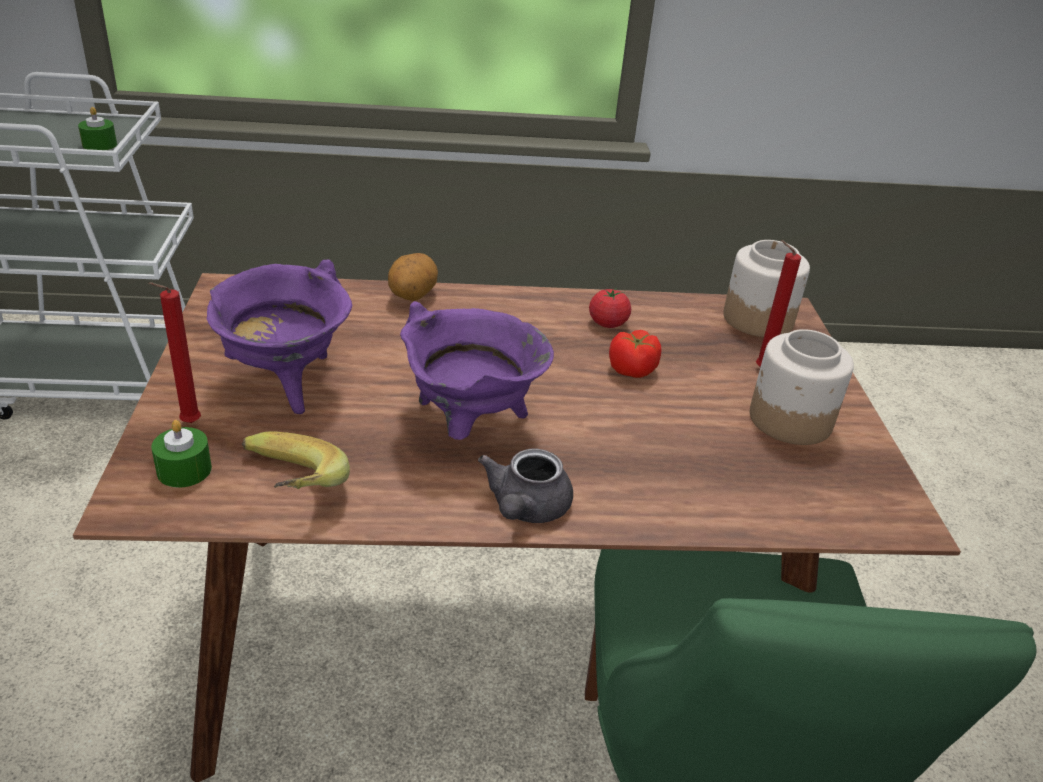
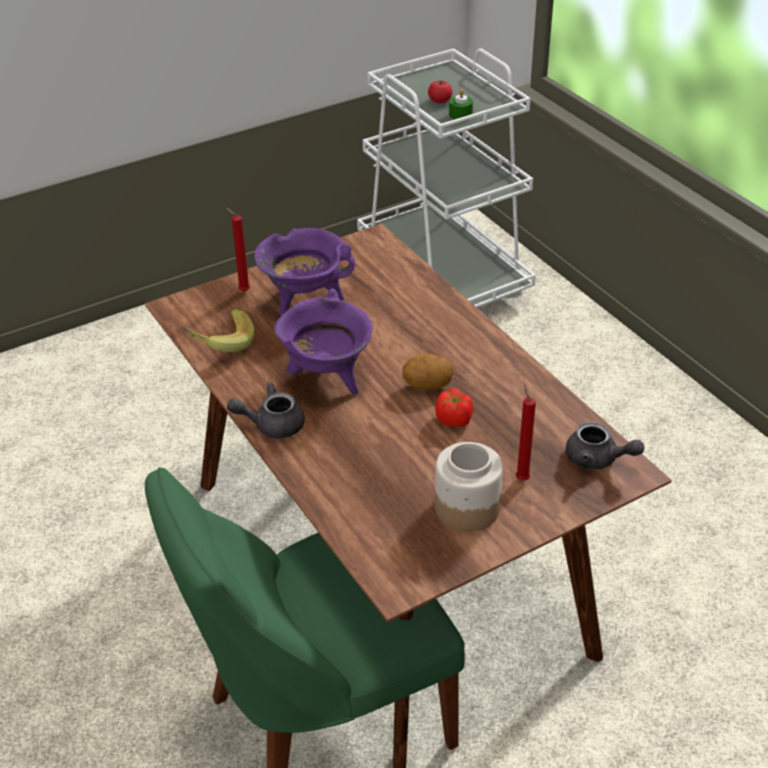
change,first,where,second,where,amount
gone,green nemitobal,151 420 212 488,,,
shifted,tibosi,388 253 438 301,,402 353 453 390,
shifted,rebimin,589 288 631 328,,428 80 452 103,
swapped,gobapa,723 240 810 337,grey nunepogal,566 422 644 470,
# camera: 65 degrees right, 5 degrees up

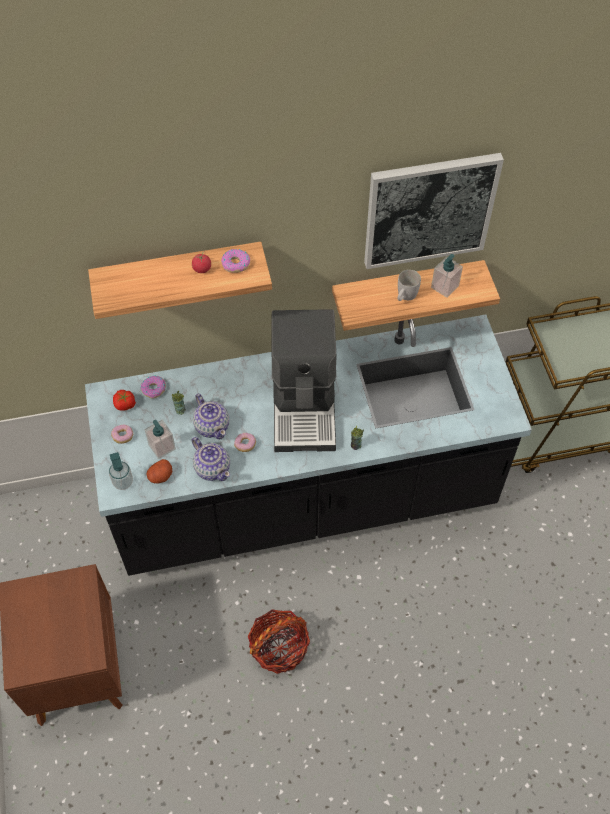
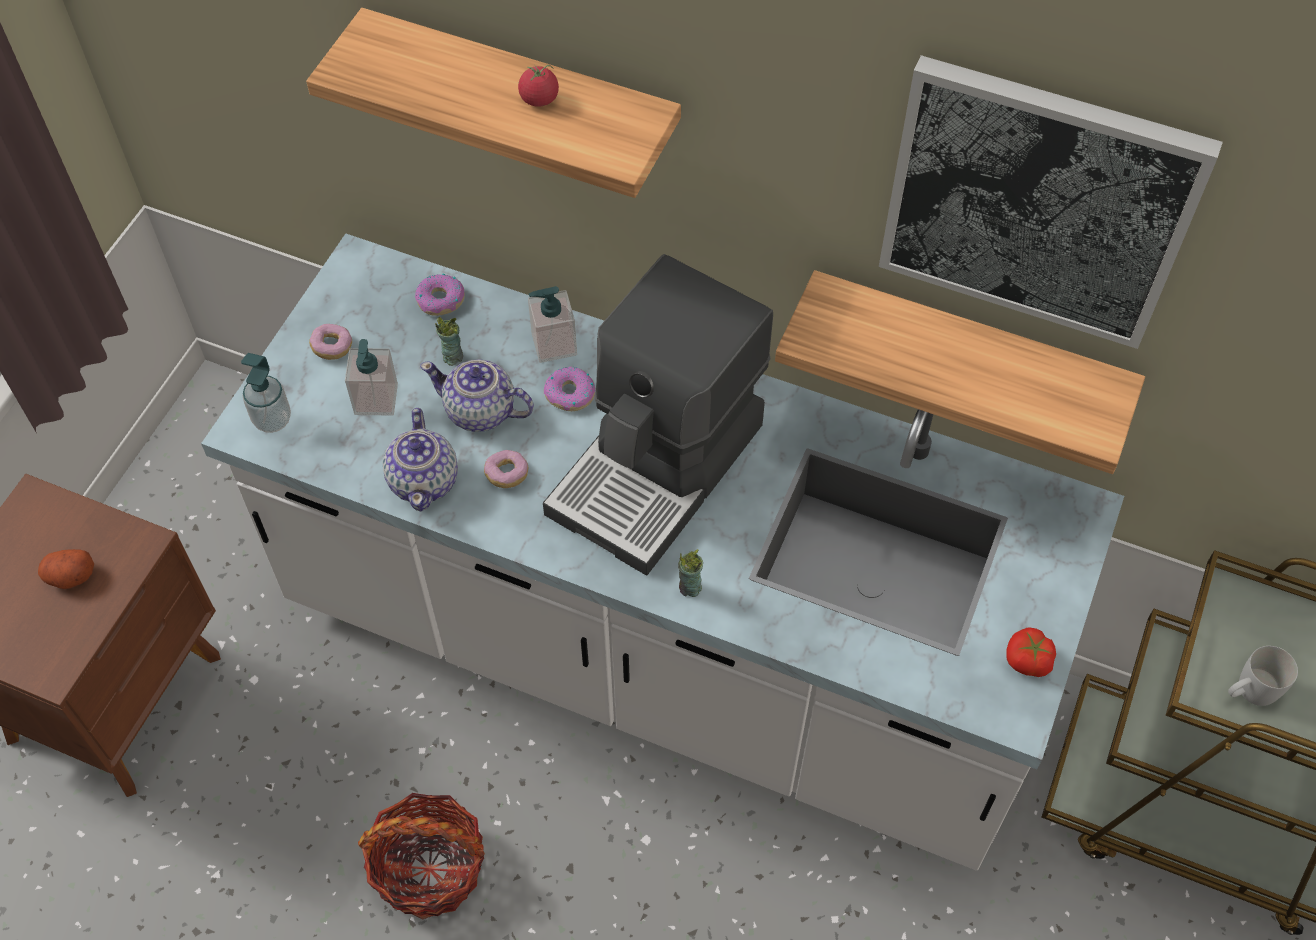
change,first,where,second,where,amount
shifted,rebimin,113 390 136 411,,1006 627 1056 677,
shifted,tibosi,146 459 172 483,,38 549 94 589,
shifted,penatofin,221 249 250 273,,544 367 595 411,
shifted,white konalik,398 270 421 301,,1228 646 1298 706,
shifted,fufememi,431 254 463 298,,528 286 577 363,
repainted,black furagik,85 315 532 576,white furagik,201 234 1124 871,
rotated,nunepogal,193 394 229 439,,420 359 534 432,105 degrees clockwise
# camera: 35 degrees right, 0 degrees up

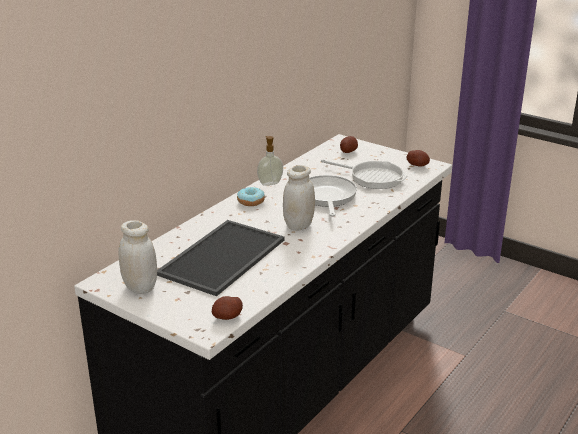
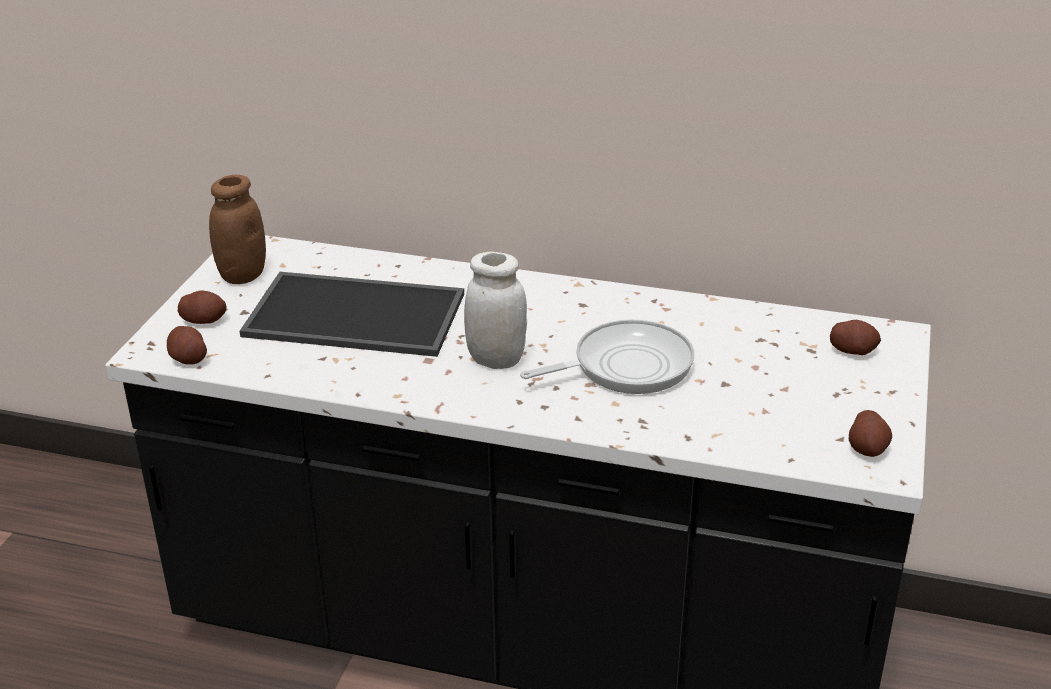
change,first,where,second,where,amount
gone,penatofin,237 187 265 206,,,
gone,fufememi,257 136 283 186,,,
gone,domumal,321 159 407 189,,,
new,,,tibosi,178 291 227 324,
repainted,white gobapa,118 220 157 294,brown gobapa,209 175 266 284,
# camera: 70 degrees right, 5 degrees up

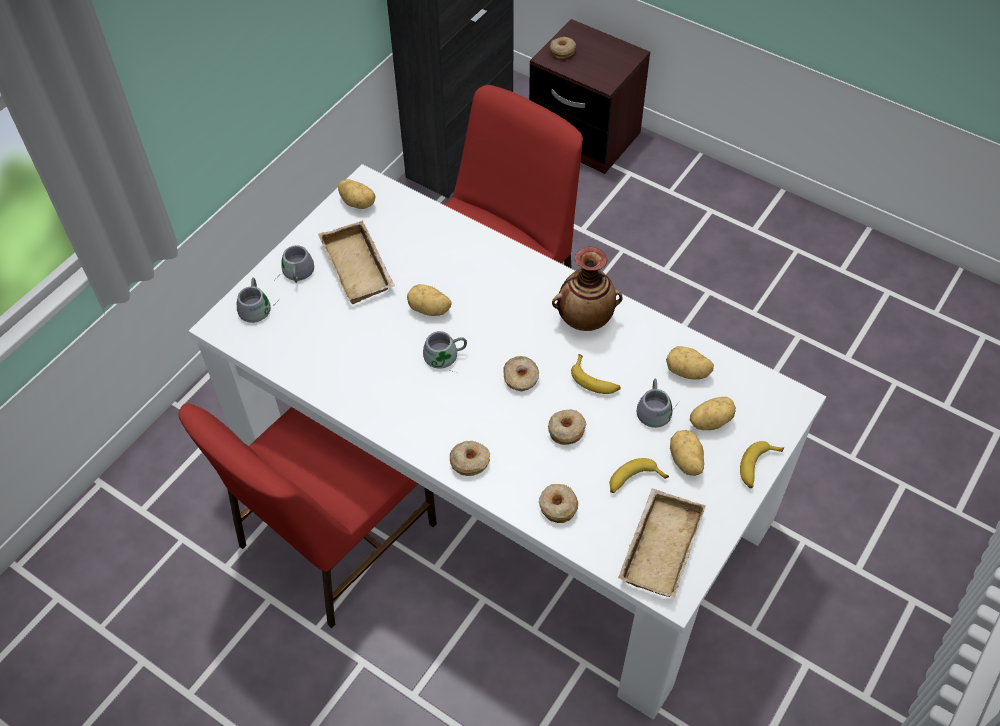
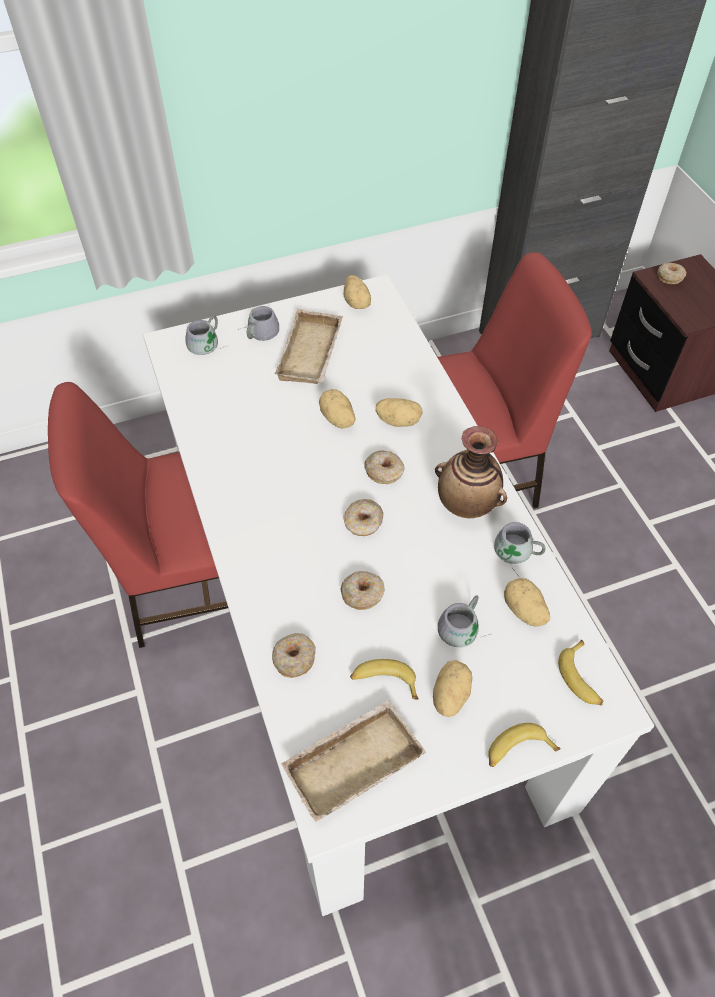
change,first,where,second,where,amount
shifted,grey konalik,423 331 467 373,,494 522 546 576,
shifted,penatofin,450 441 490 476,,364 450 405 484,
shifted,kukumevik,571 354 621 394,,558 639 603 705,
shifted,tibosi,690 397 736 430,,376 398 423 427,
# camera: 35 degrees right, 0 degrees up

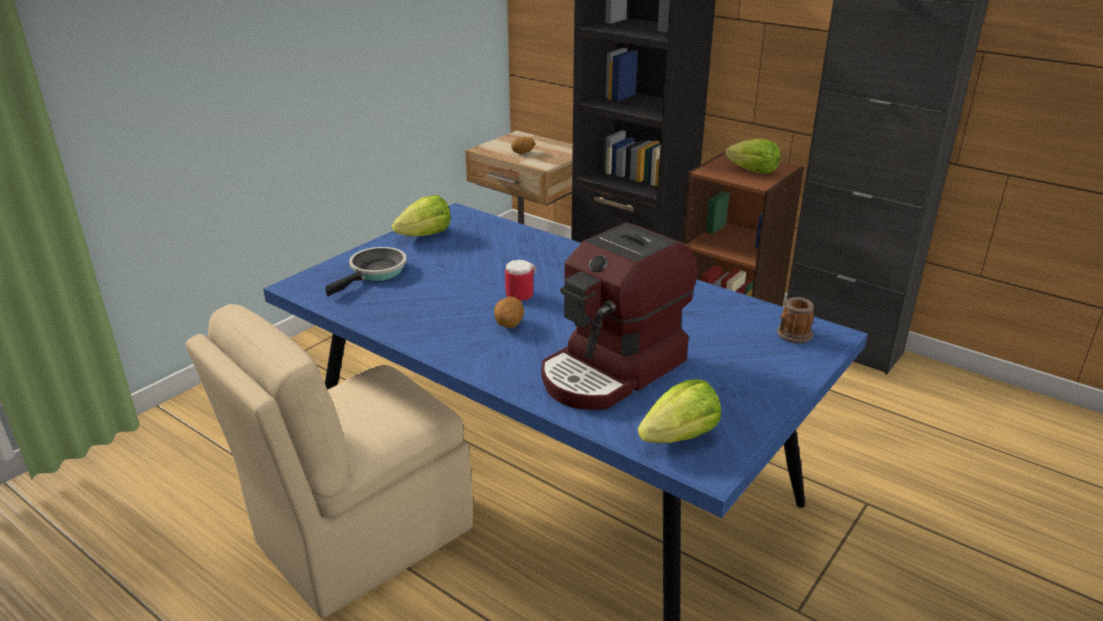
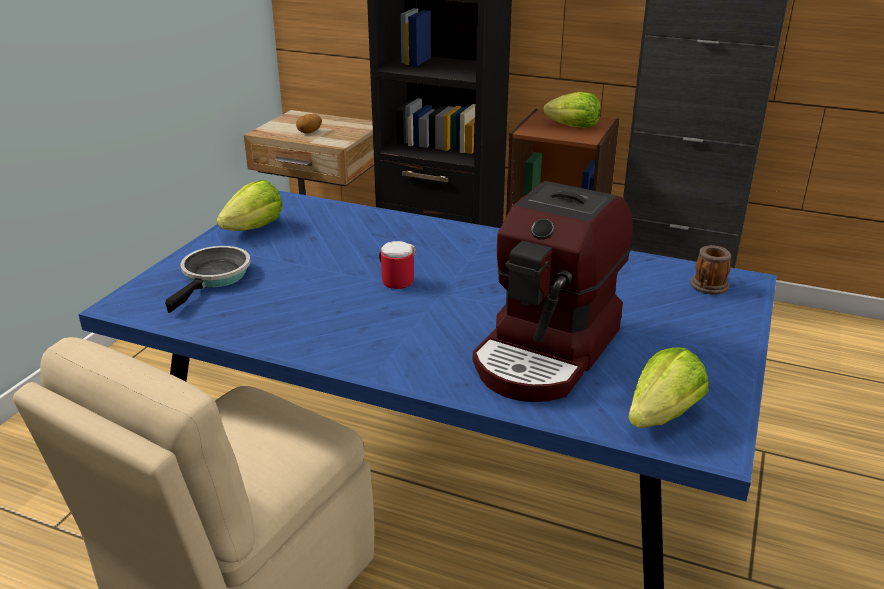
change,first,where,second,where,amount
gone,tibosi,494 297 524 328,,,
# camera: 15 degrees left, 0 degrees up

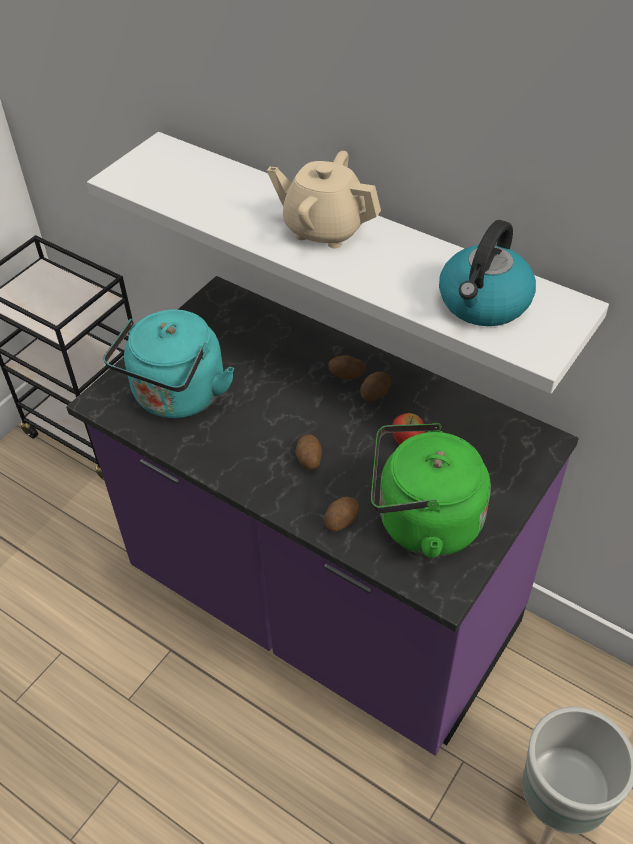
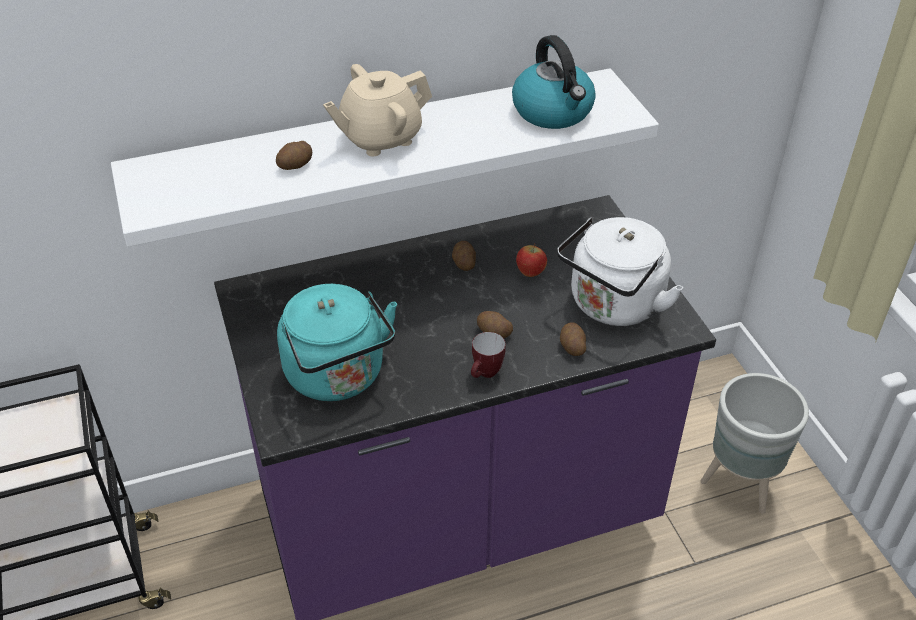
change,first,where,second,where,amount
new,,,konalik,471 332 506 378,
shifted,tibosi,328 355 365 379,,276 141 312 170,
repainted,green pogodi,371 423 491 558,white pogodi,557 217 683 326,
# camera: 55 degrees left, 5 degrees down

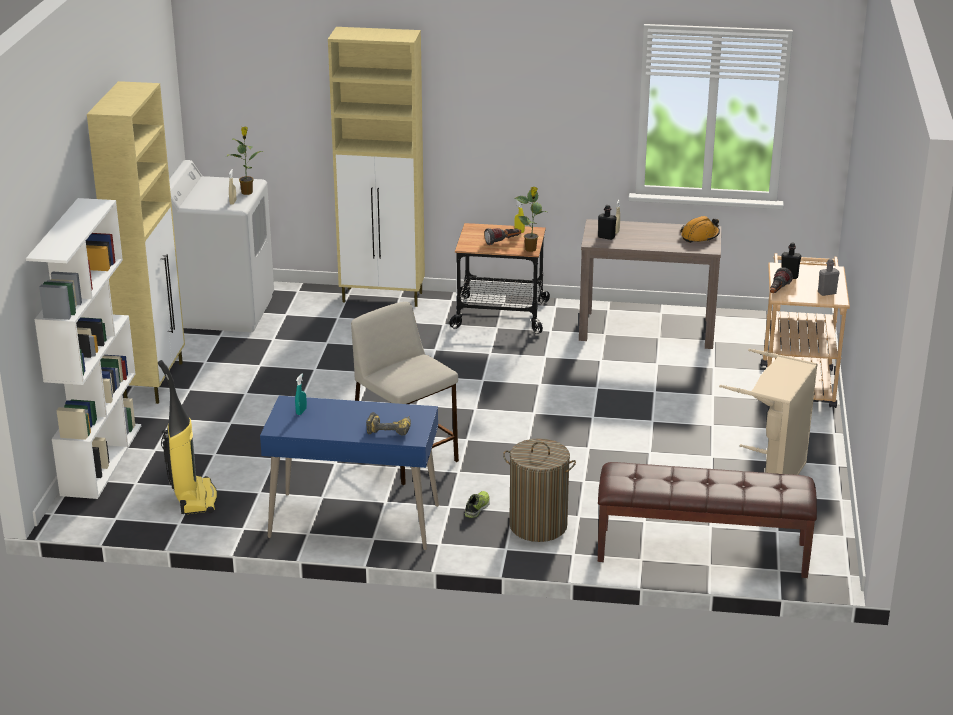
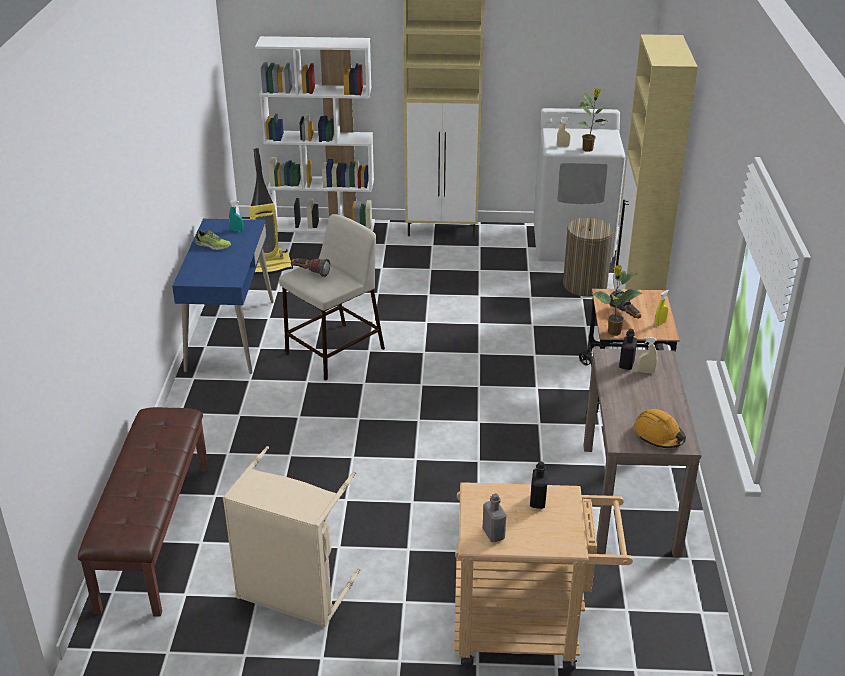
change,first,where,second,where,amount
gone,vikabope,366 412 411 435,,,
shifted,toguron,465 491 490 518,,195 230 231 250,
shifted,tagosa,503 438 576 542,,563 218 614 296,
shifted,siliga,770 267 793 293,,291 258 330 277,
# camera: 85 degrees right, 5 degrees up

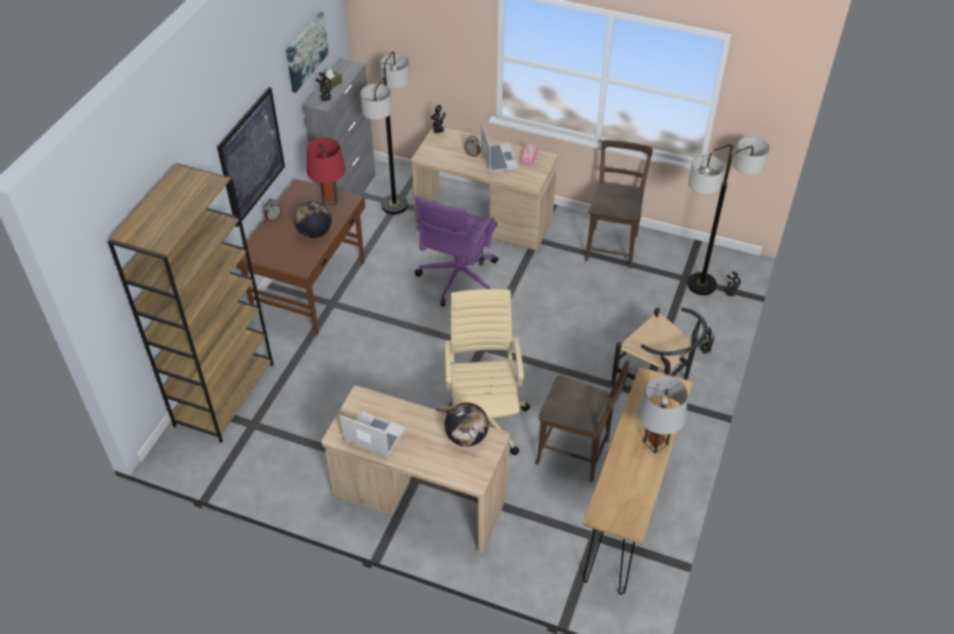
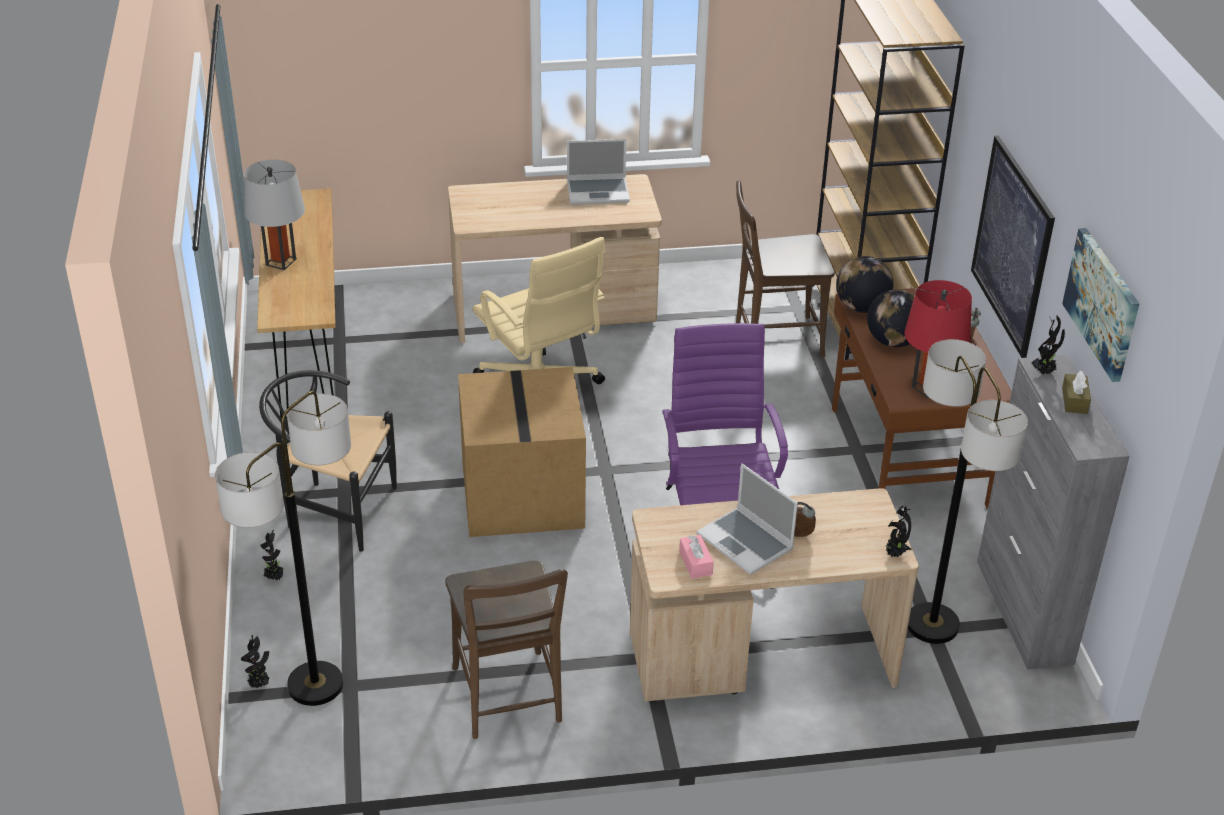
change,first,where,second,where,amount
new,,,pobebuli,458 367 586 537,
shifted,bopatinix,445 402 489 447,,836 256 893 313,
shifted,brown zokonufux,535 361 629 482,,736 180 835 357,
# camera: 150 degrees right, 10 degrees down

